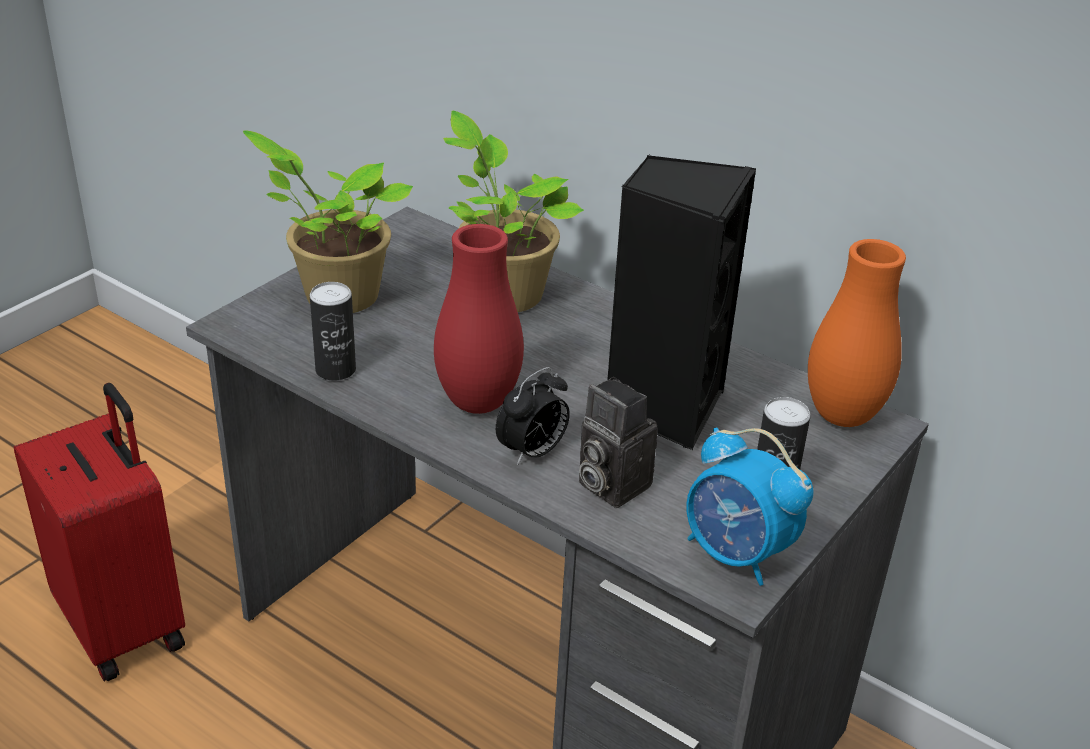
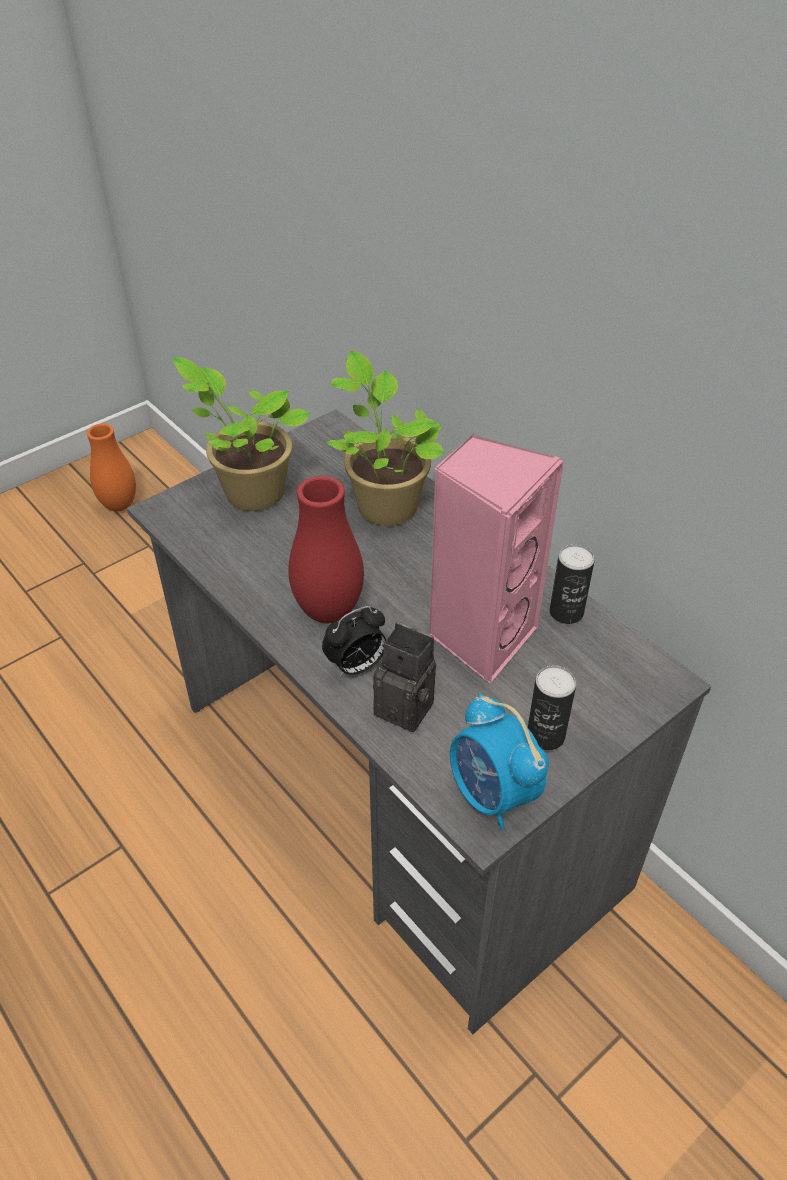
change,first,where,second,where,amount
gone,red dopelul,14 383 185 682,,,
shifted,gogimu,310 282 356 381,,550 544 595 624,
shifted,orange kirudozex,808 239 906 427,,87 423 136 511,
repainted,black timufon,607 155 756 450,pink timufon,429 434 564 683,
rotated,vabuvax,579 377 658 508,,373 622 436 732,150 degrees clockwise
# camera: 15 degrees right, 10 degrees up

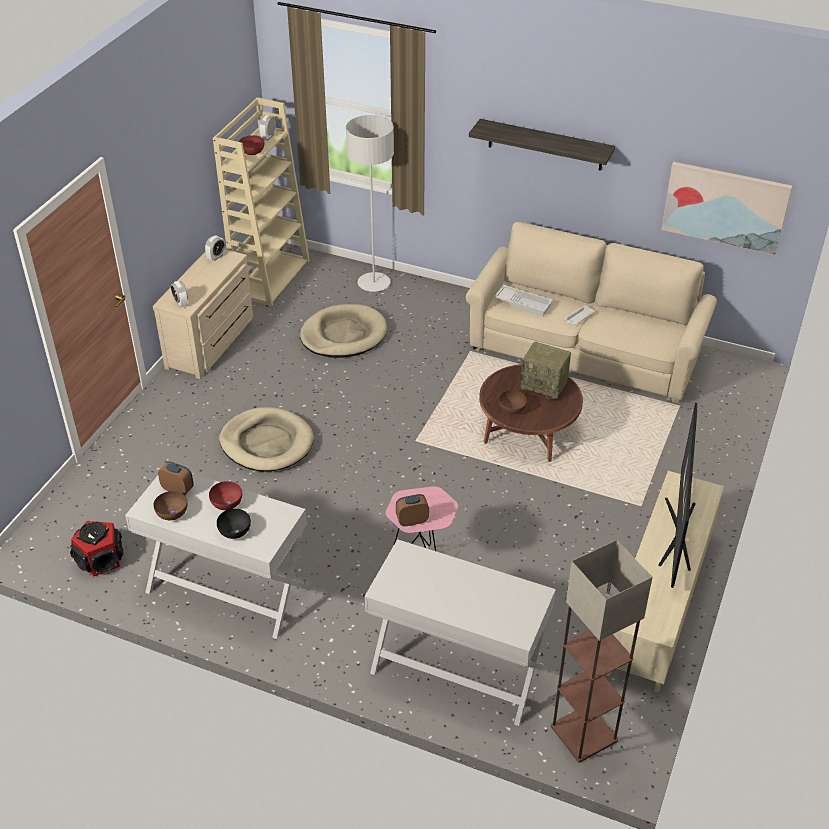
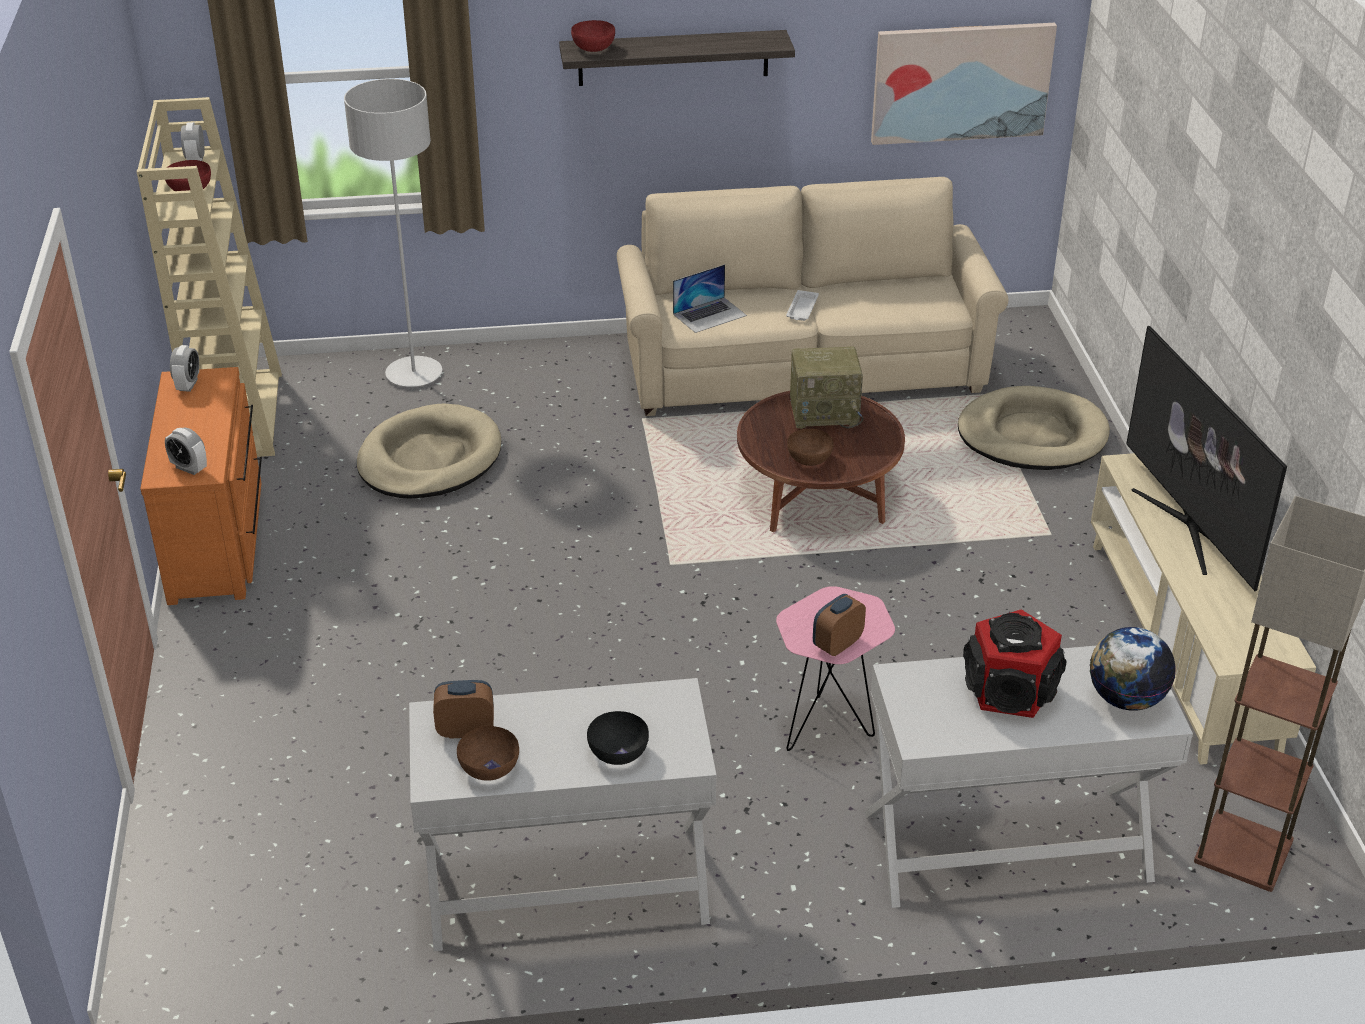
change,first,where,second,where,amount
new,,,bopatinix,1090 627 1175 711,
shifted,timufon,70 521 123 576,,963 609 1067 718,
shifted,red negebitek,209 481 242 510,,571 20 615 52,
shifted,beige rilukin,219 407 314 472,,958 386 1110 470,
swapped,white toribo,494 285 553 317,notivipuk,673 264 747 333,
repainted,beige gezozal,153 249 253 379,orange gezozal,140 367 262 605,
# camera: 30 degrees left, 5 degrees down

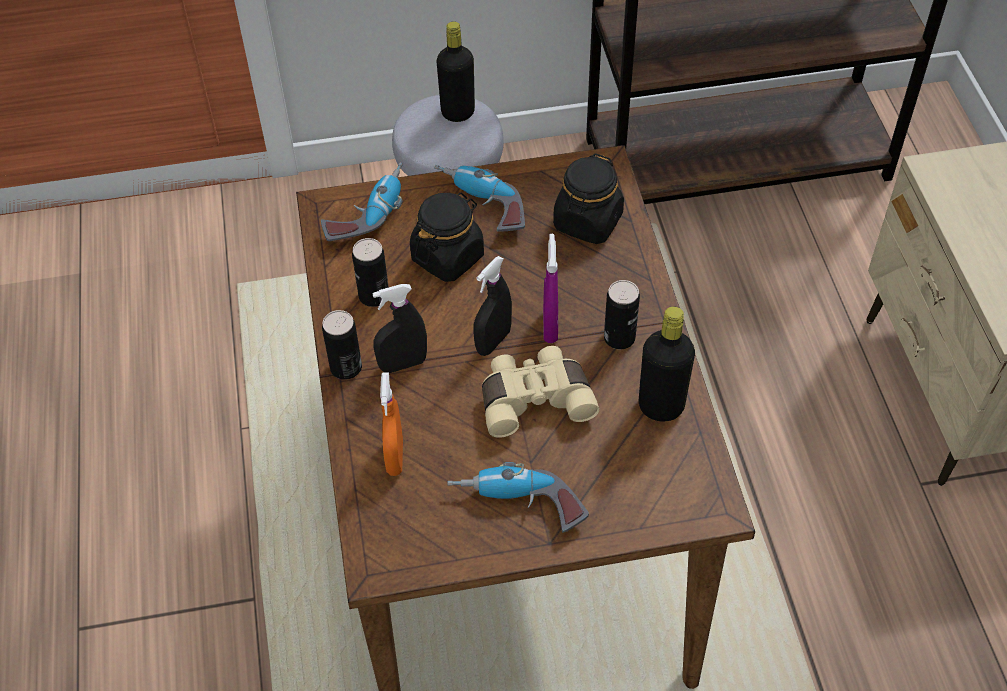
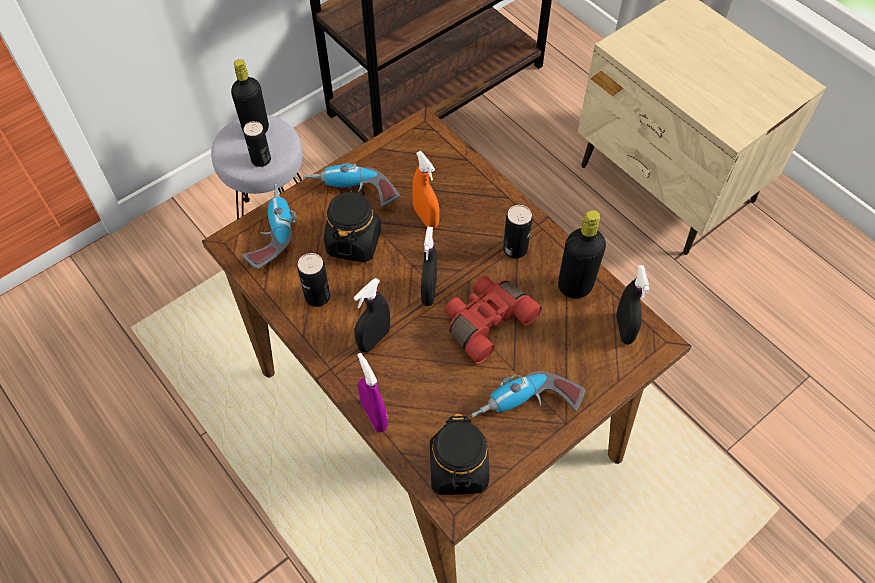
change,first,where,second,where,amount
new,,,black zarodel,616 265 650 344,
shifted,gogimu,322 310 362 380,,244 121 271 167,
shifted,orange zarodel,380 372 403 476,,412 151 439 229,
shifted,purple zarodel,543 234 558 343,,357 353 388 432,
shifted,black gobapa,553 153 624 244,,430 414 489 495,
repainted,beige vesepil,482 346 599 438,red vesepil,444 276 542 364,
# camera: 30 degrees left, 5 degrees up

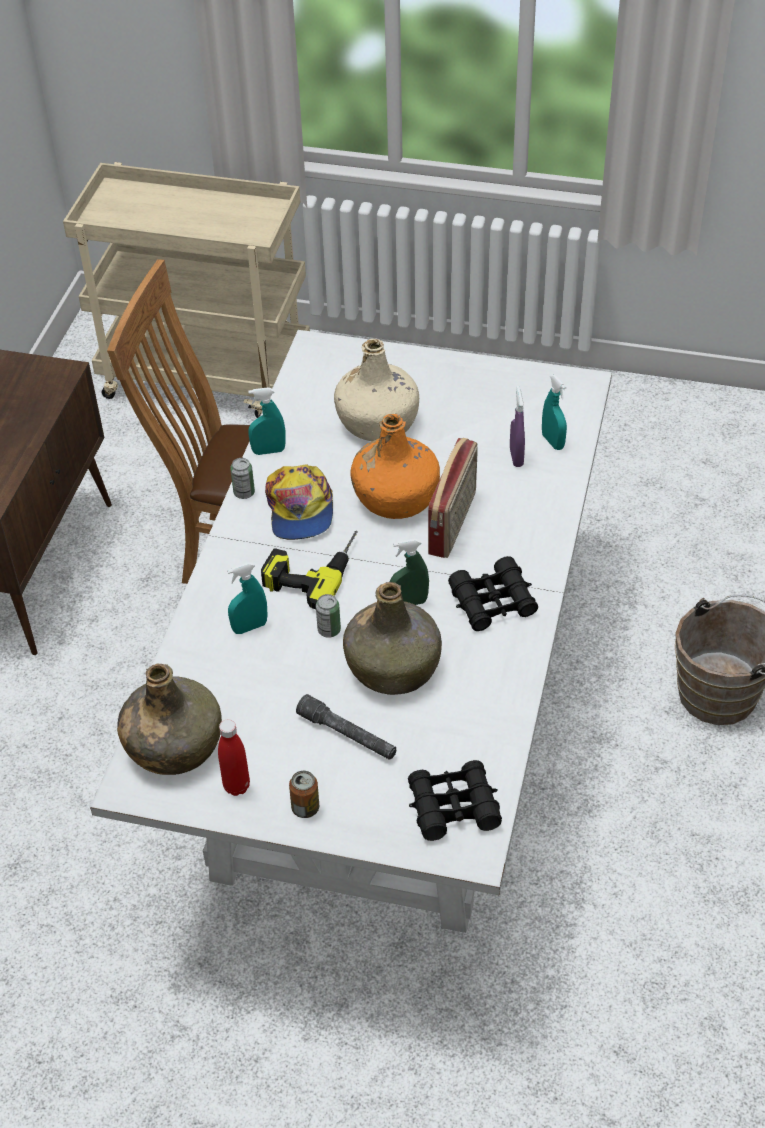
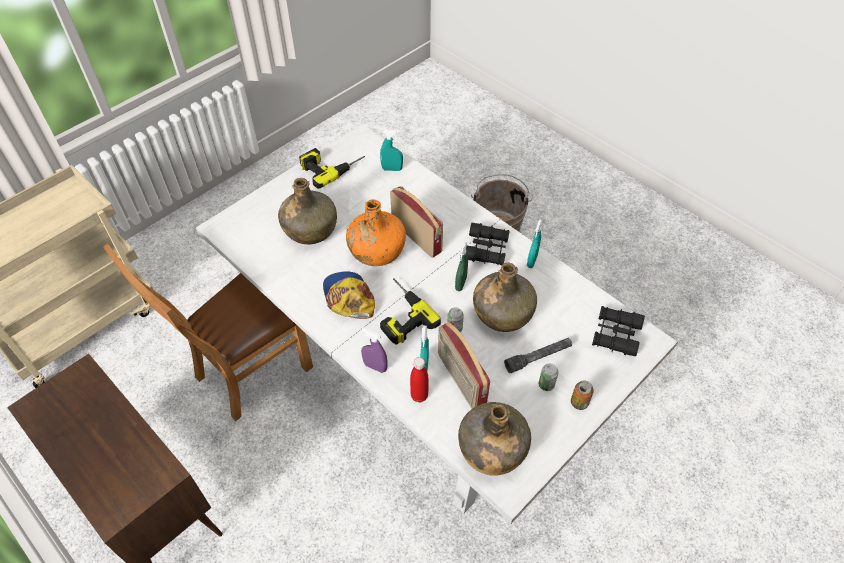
change,first,where,second,where,amount
new,,,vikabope,299 148 365 189,
new,,,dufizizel,438 321 490 409,
shifted,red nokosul,218 719 250 796,,410 357 428 403,
shifted,gogimu,230 458 255 499,,539 363 559 391,
shifted,turquoise zarodel,248 387 286 455,,527 219 543 268,
shifted,purple zarodel,510 386 525 467,,361 328 388 373,
repainted,beige nokosul,334 339 419 441,green nokosul,278 178 337 244,
rotated,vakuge,265 464 333 540,,323 271 375 319,135 degrees counterclockwise
# camera: 60 degrees left, 5 degrees up

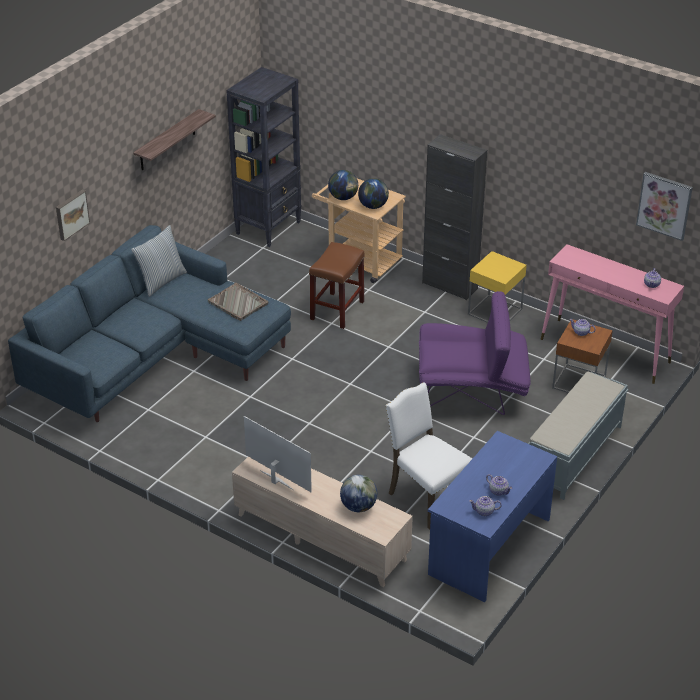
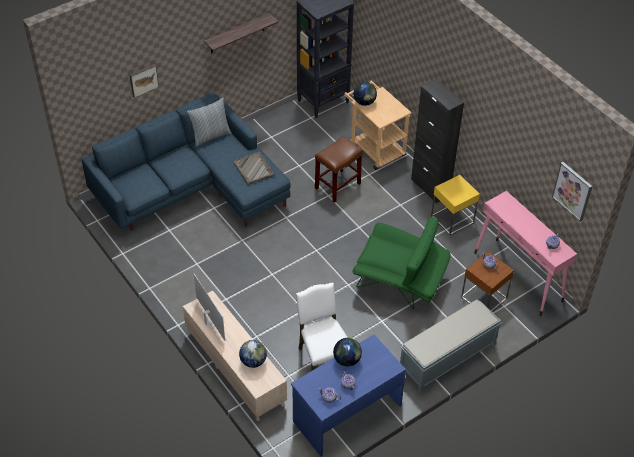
change,first,where,second,where,amount
shifted,bopatinix,358 178 389 209,,333 338 362 366,
repainted,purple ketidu,419 291 531 415,green ketidu,352 217 451 309,
# camera: 20 degrees right, 10 degrees up

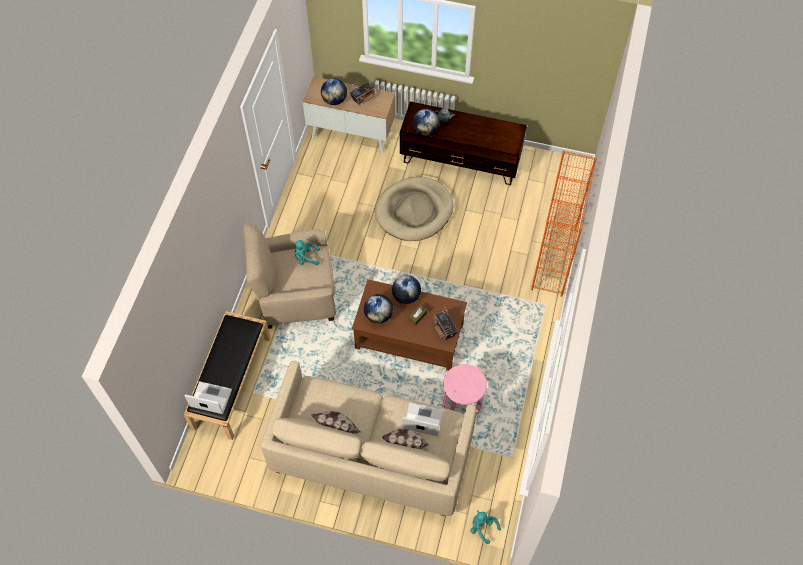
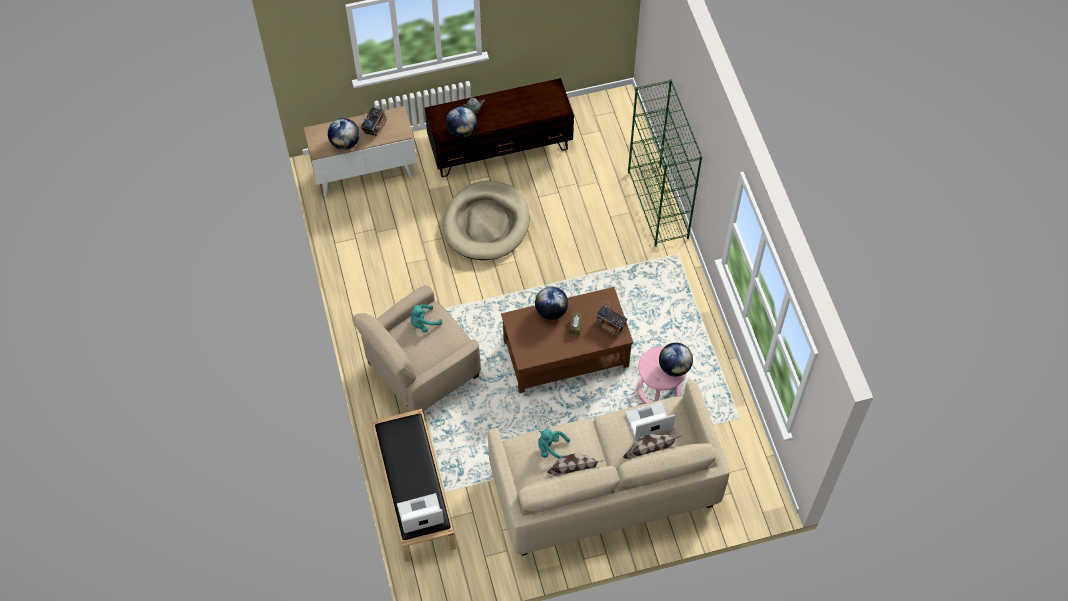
change,first,where,second,where,amount
shifted,bopatinix,364 294 393 324,,659 343 693 377,
shifted,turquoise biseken,470 510 501 544,,538 428 570 459,
repainted,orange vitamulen,531 150 597 297,green vitamulen,628 79 703 247,
# camera: 30 degrees left, 0 degrees up

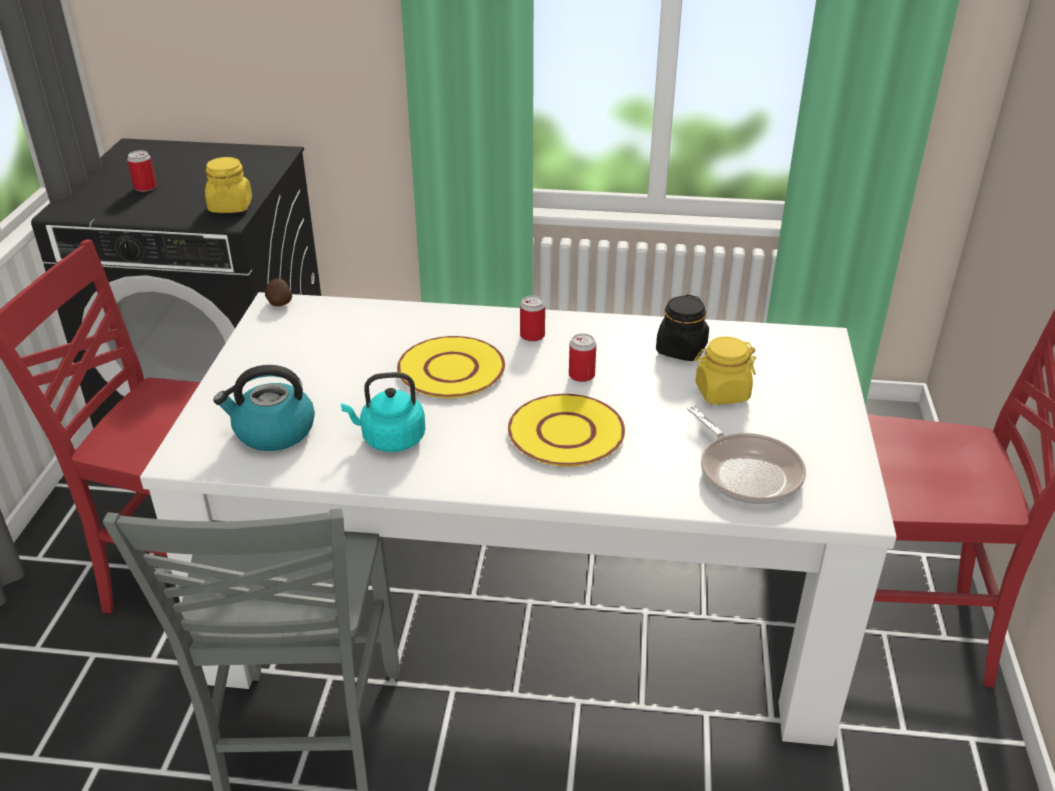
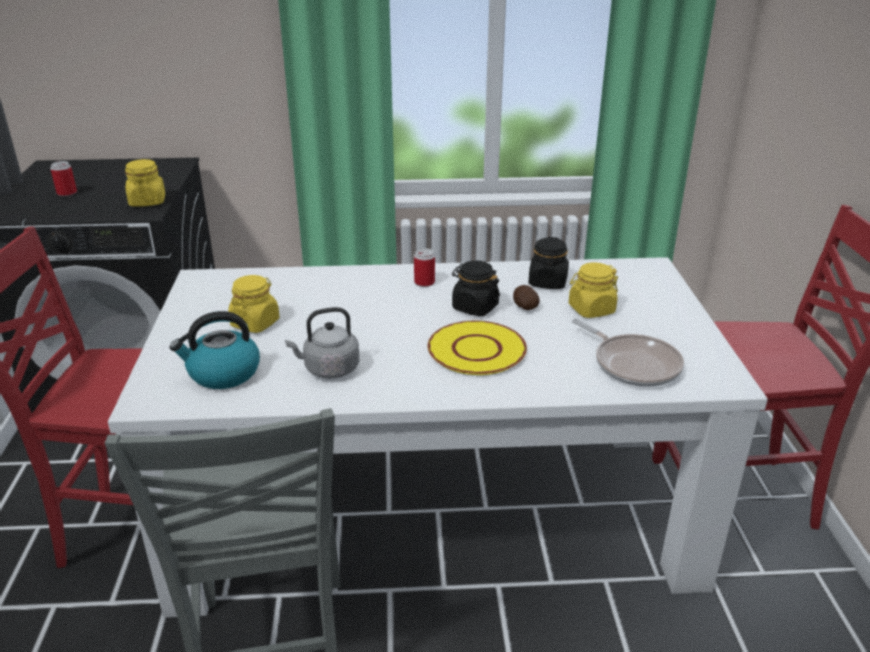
change,first,where,second,where,amount
gone,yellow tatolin,397 336 505 398,,,
new,,,yellow gobapa,228 275 280 333,
shifted,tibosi,265 279 292 306,,513 285 540 310,
swapped,gogimu,569 333 596 382,black gobapa,452 260 500 316,
repainted,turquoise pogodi,341 372 426 452,grey pogodi,285 307 360 379,
# camera: 10 degrees left, 5 degrees down

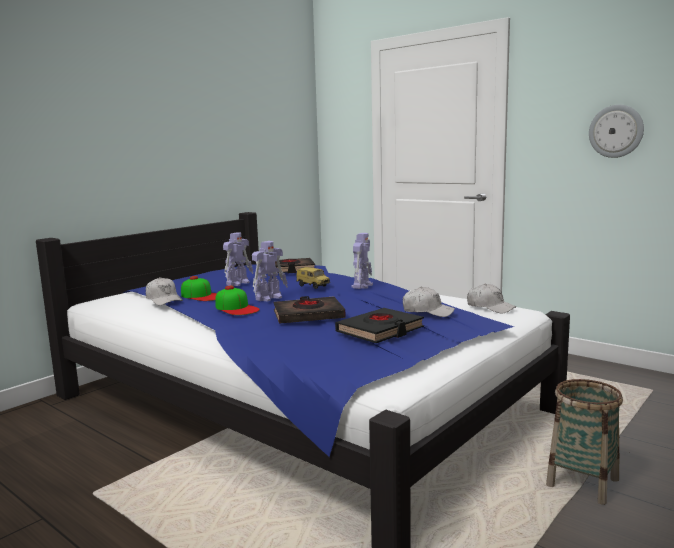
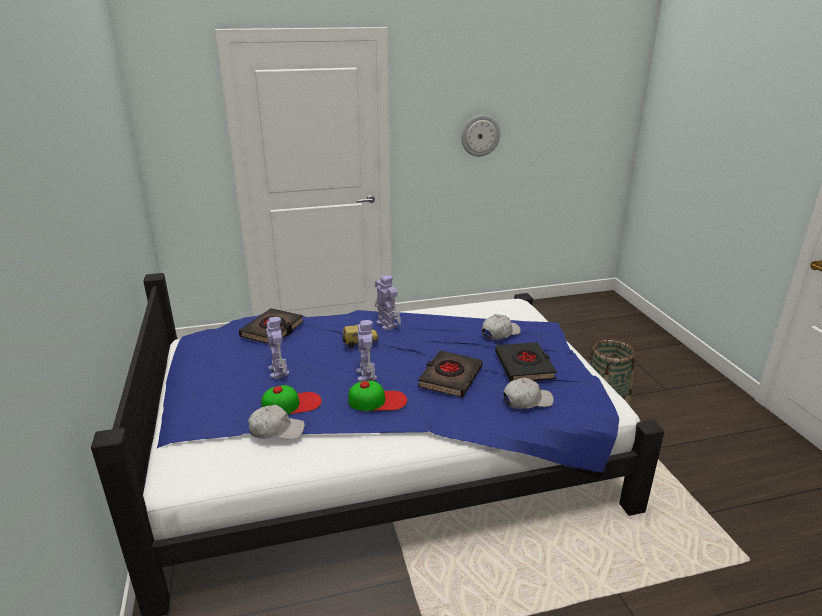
change,first,where,second,where,amount
shifted,white vakuge,467 284 516 313,,503 377 554 409,
# camera: 55 degrees left, 15 degrees up

